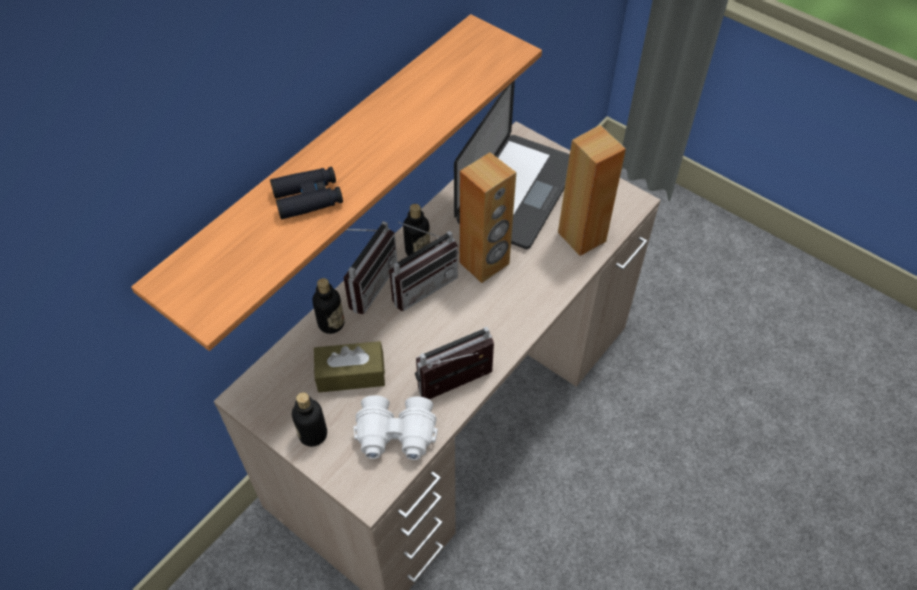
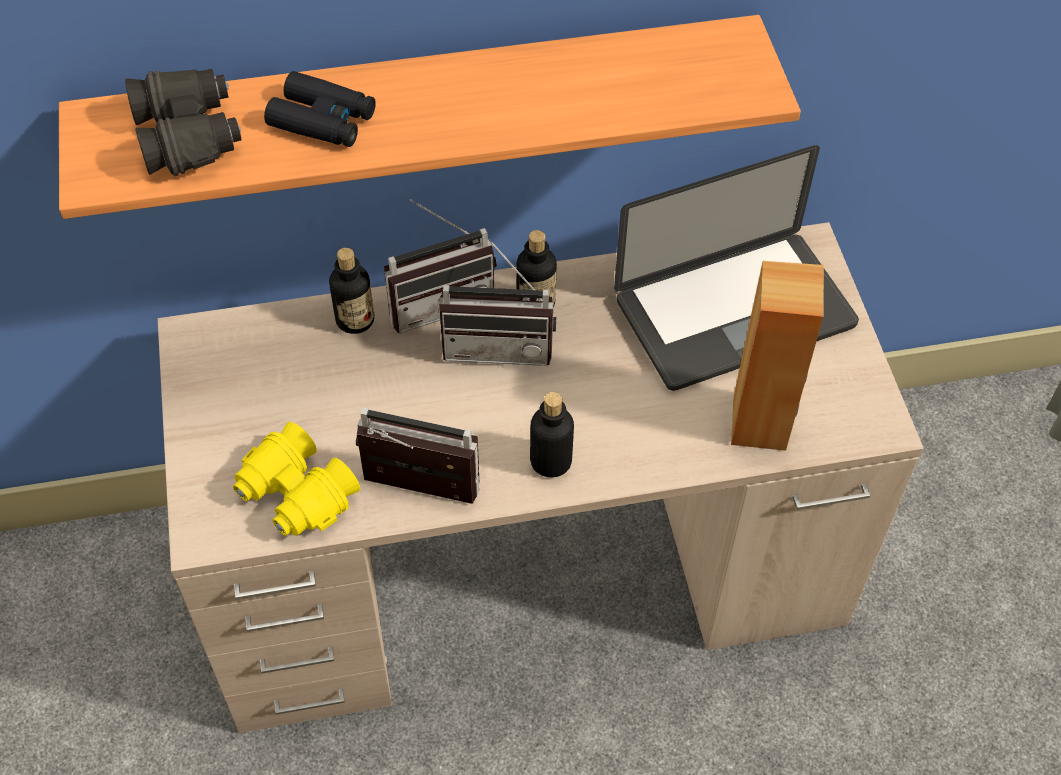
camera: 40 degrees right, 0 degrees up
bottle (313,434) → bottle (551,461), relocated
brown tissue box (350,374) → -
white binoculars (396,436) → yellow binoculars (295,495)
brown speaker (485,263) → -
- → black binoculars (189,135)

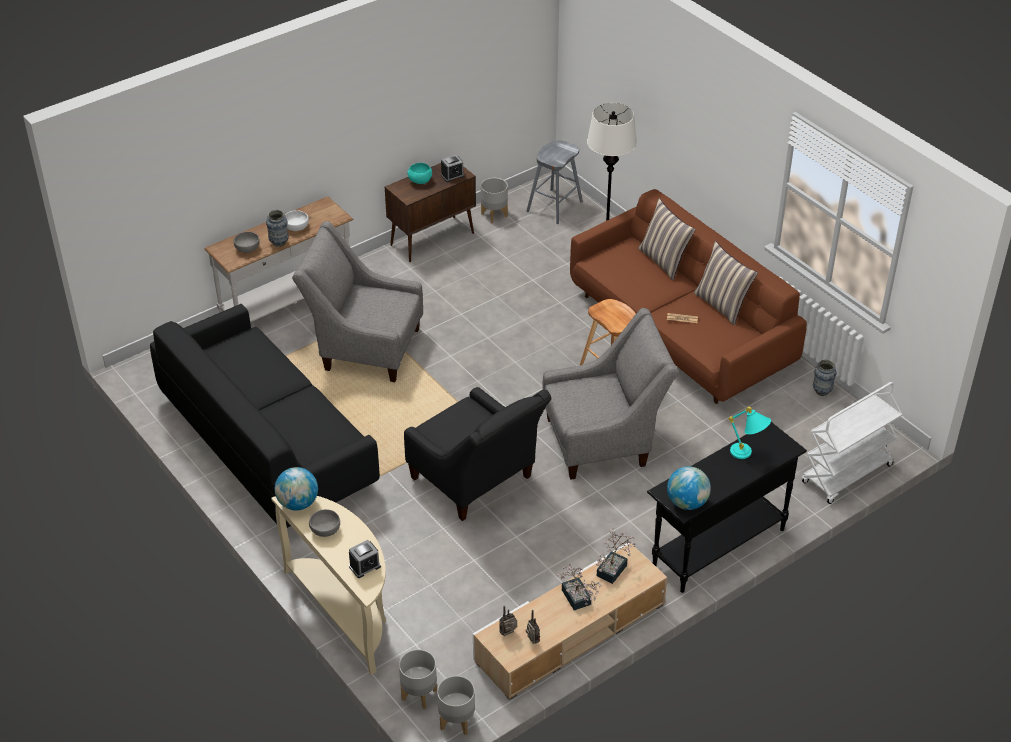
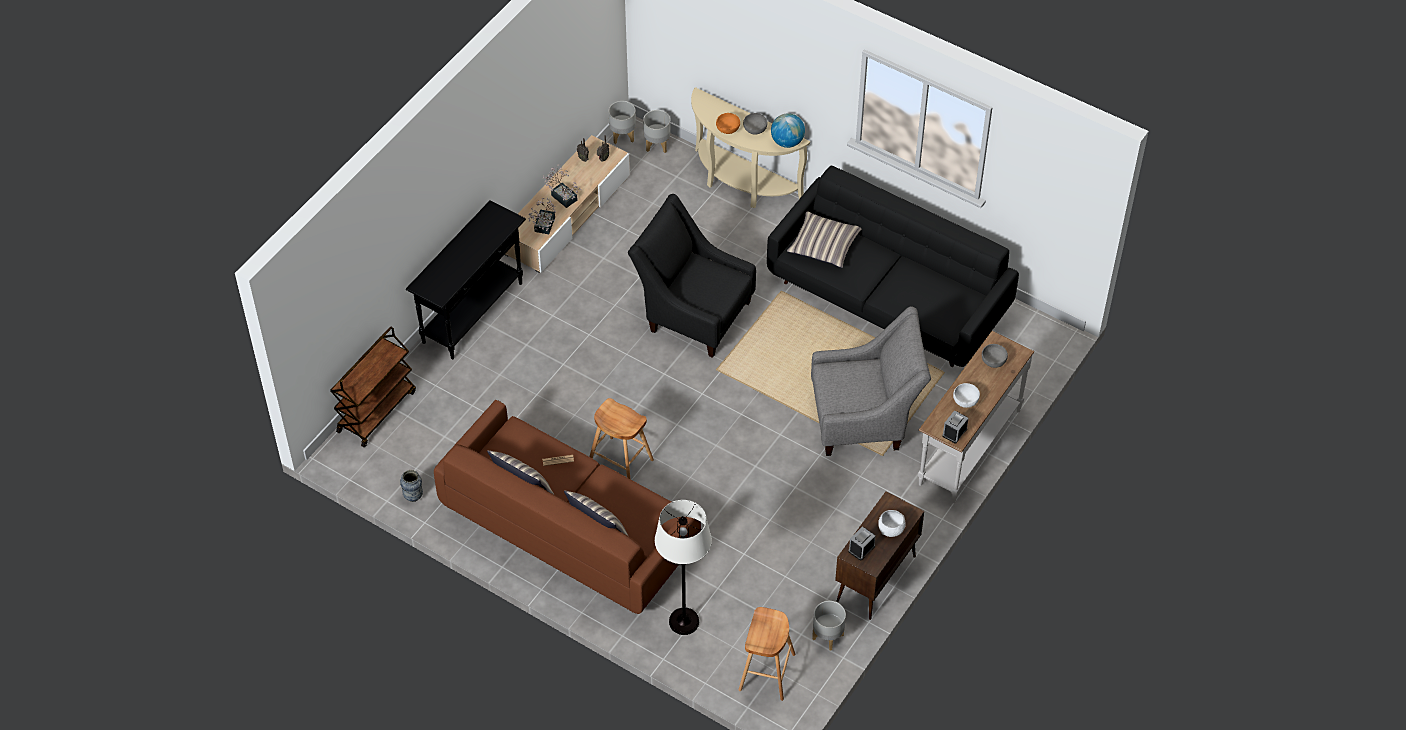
camera: 160 degrees right, 10 degrees up
vase (279,243) → -
alarm clock (365,566) → alarm clock (954,432), relocated
turquoise bowl (420,181) → white bowl (891,529)
grey stool (554,206) → brown stool (767,672)
grey armchair (604,441) → -
globe (687,502) → -
turquoise table lamp (747,455) → -
white cart (846,475) → brown cart (376,411)
- → orange bowl (728,128)
- → pillow (824,245)

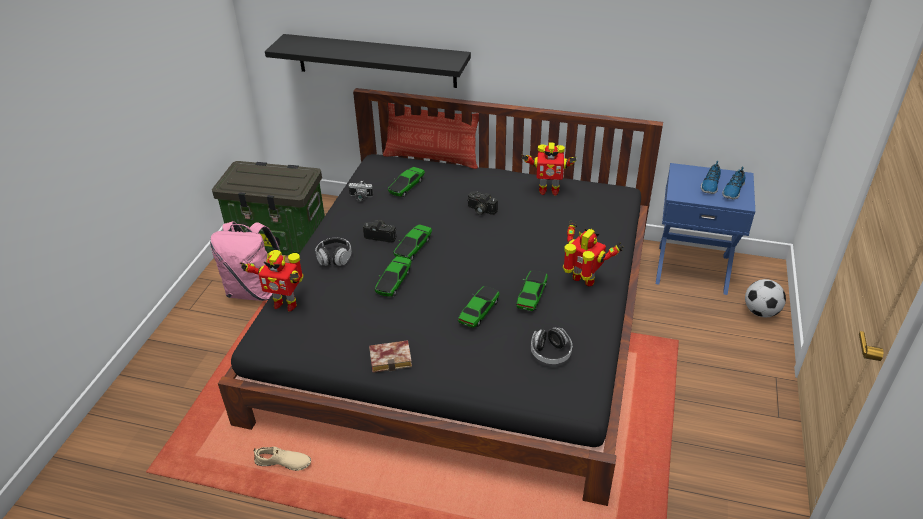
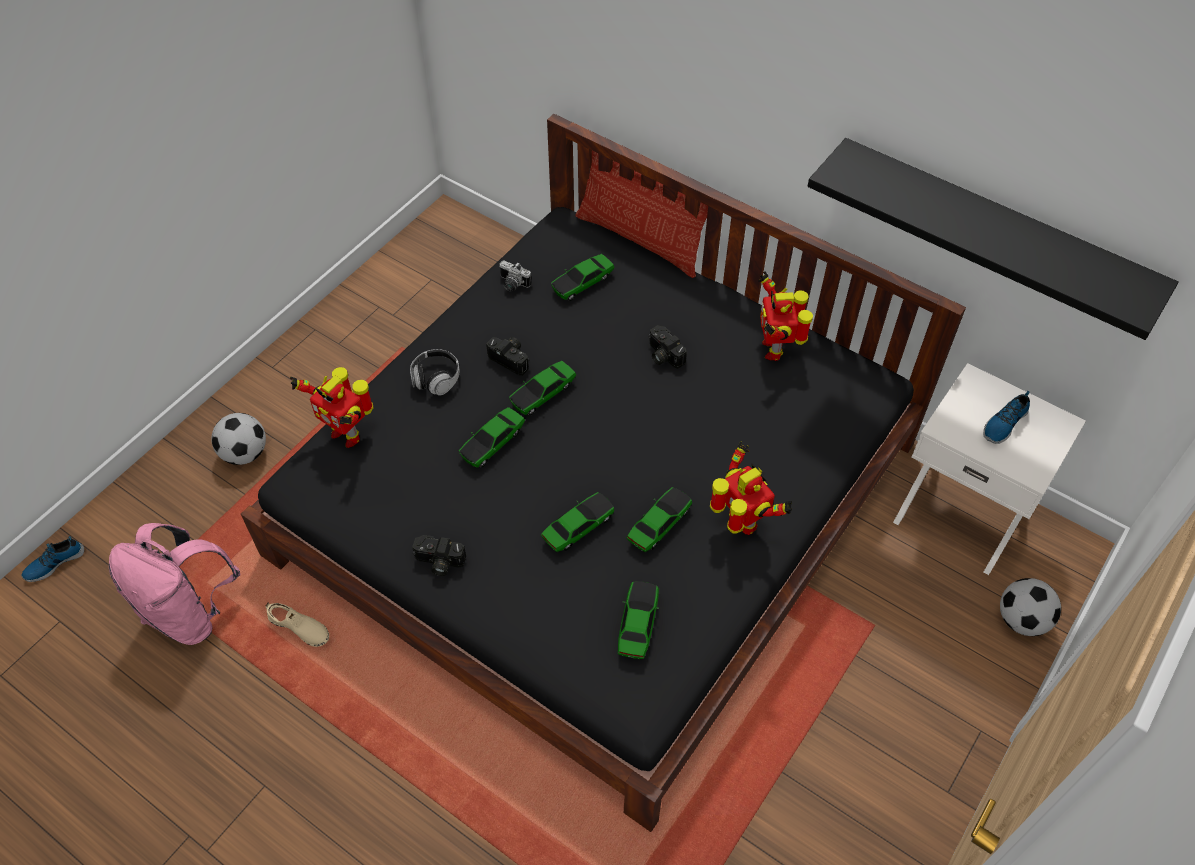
camera: 20 degrees right, 15 degrees up
pink backpack (254,291) → pink backpack (191,612), relocated
storage box (281,239) → -
black shelf (376,61) → black shelf (993,231), relocated
book (392,358) → photo camera (438,562)
toy robot (548,190) → toy robot (774,348), 60 degrees clockwise
headphones (550,353) → toy car (637,625)
blue nightstand (692,268) → white nightstand (962,513)
shoe (732,190) → shoe (54,562), relocated
- → football (245,453)

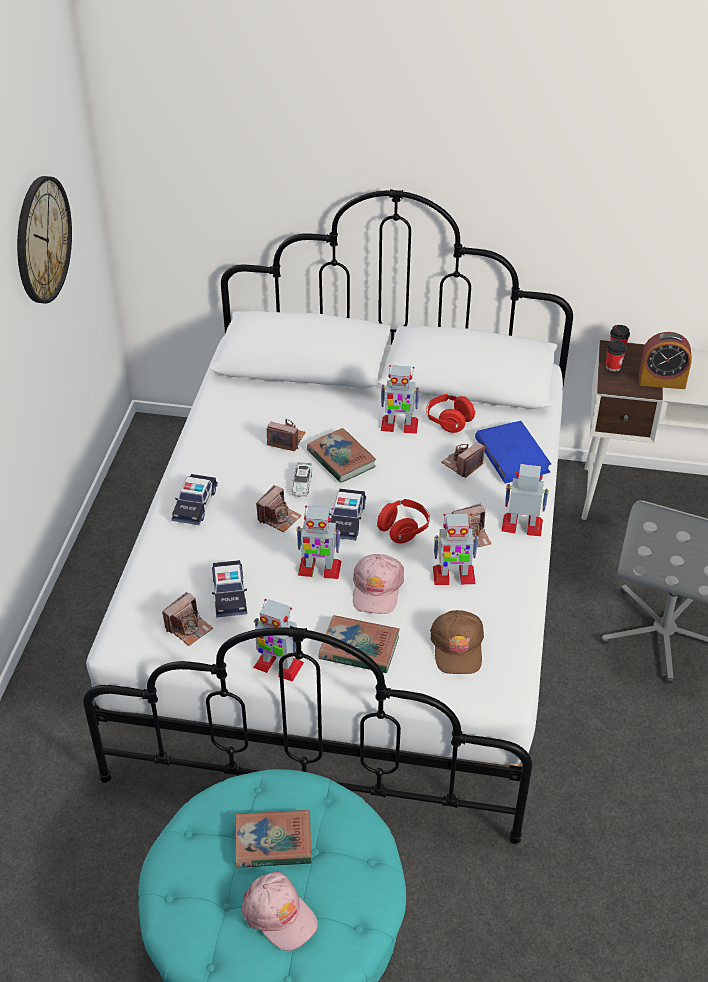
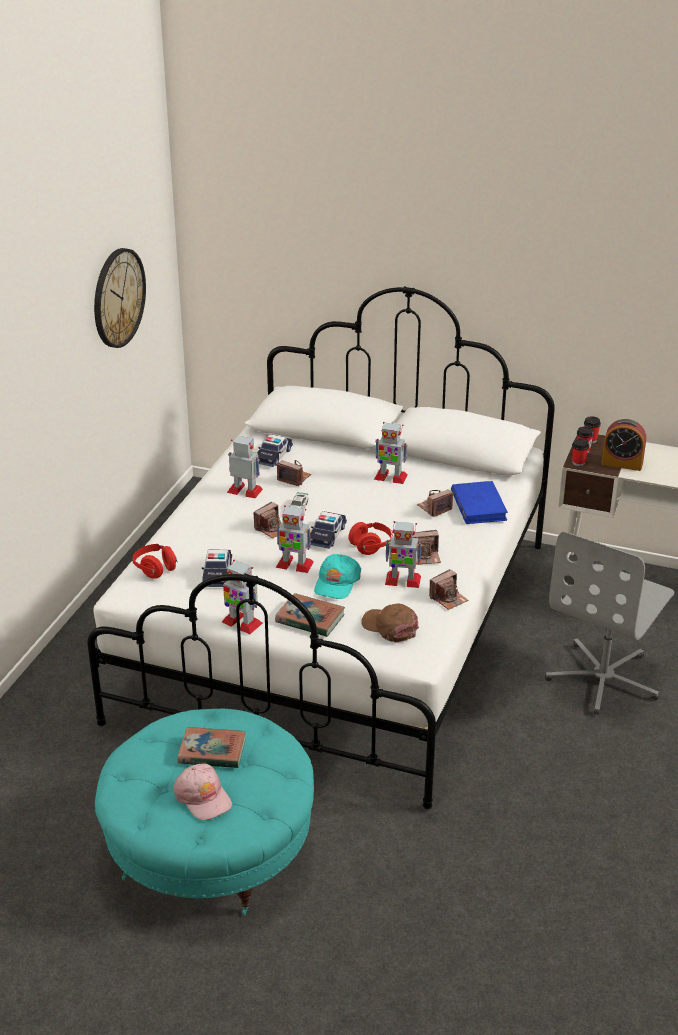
camera: 10 degrees right, 10 degrees down
photo camera (189,628) → photo camera (448,598), relocated
toy car (195,505) → toy car (273,456), relocated
book (341,459) → -
pink cap (377,589) → turquoise cap (336,583)
red headphones (448,421) → red headphones (155,569), relocated
brown cap (457,647) → brown cap (390,627), 120 degrees clockwise
toy robot (522,525) → toy robot (245,491), relocated
- → cup (578,462)

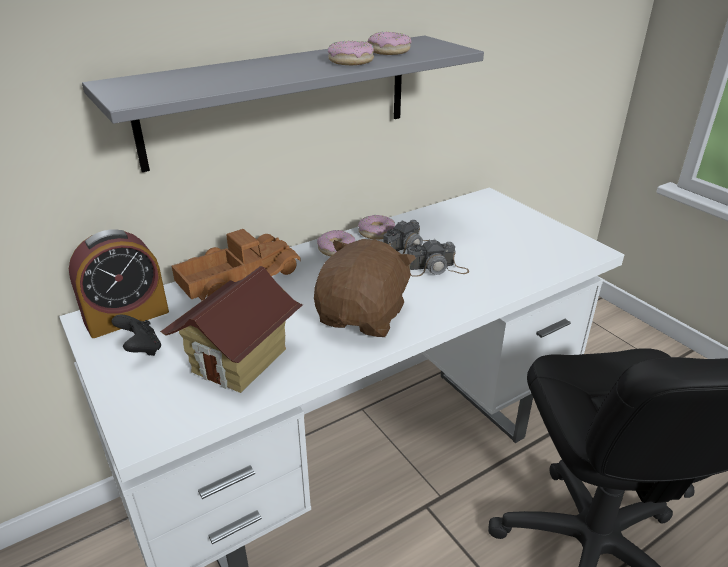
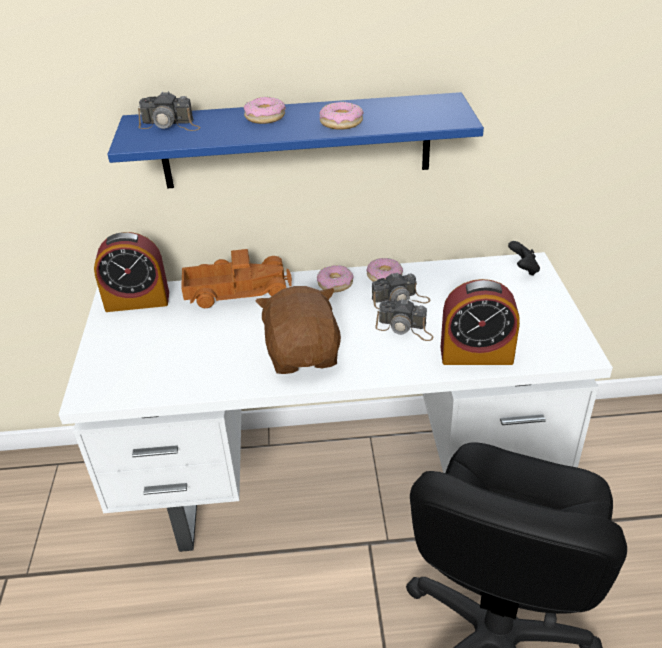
camera: 30 degrees right, 5 degrees up
grey shelf (280,100) → blue shelf (296,141)
black game controller (141,349) → black game controller (523,269), relocated
toy house (240,361) → -
brown plush toy (364,316) → brown plush toy (303,354), 60 degrees counterclockwise
donut (388,51) → donut (265,117), relocated
- → photo camera (170,125)
- → alarm clock (476,355)

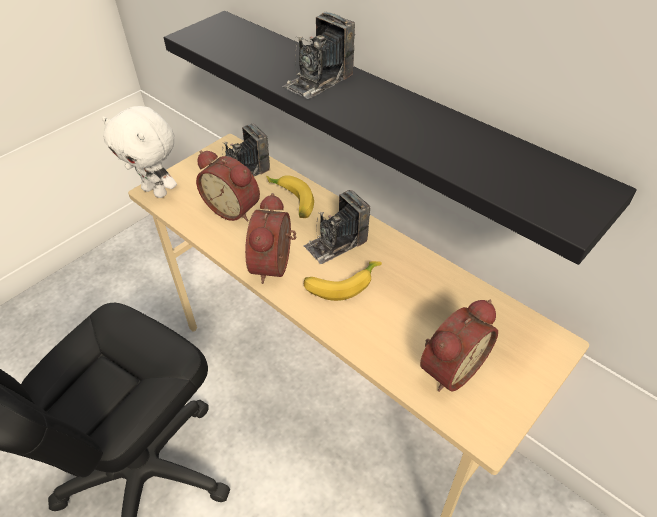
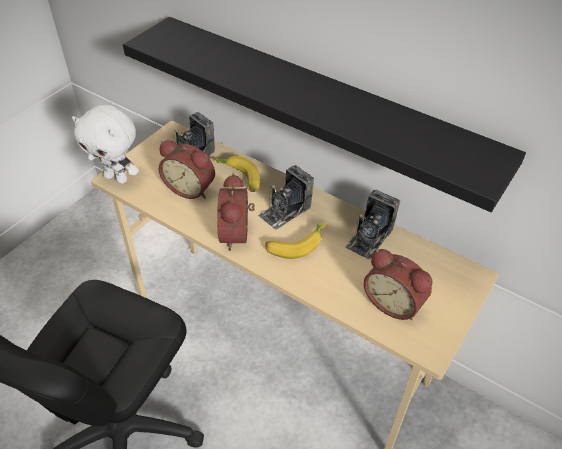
camera: 10 degrees left, 0 degrees up
photo camera (319,80) → photo camera (369,238), relocated
alarm clock (449,367) → alarm clock (394,302), 90 degrees clockwise

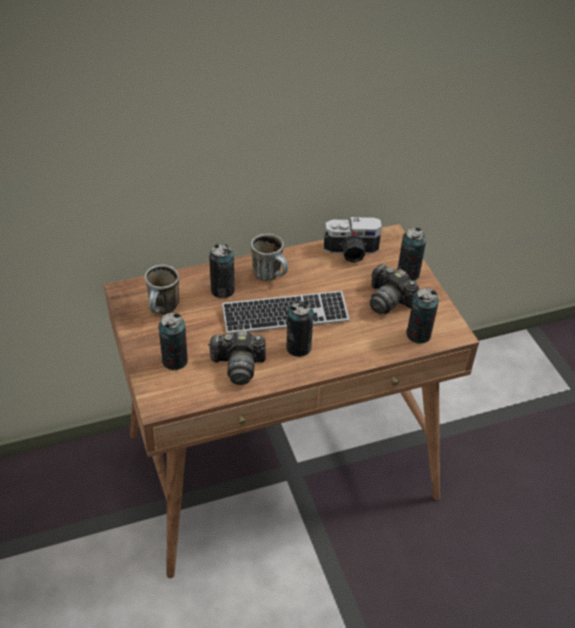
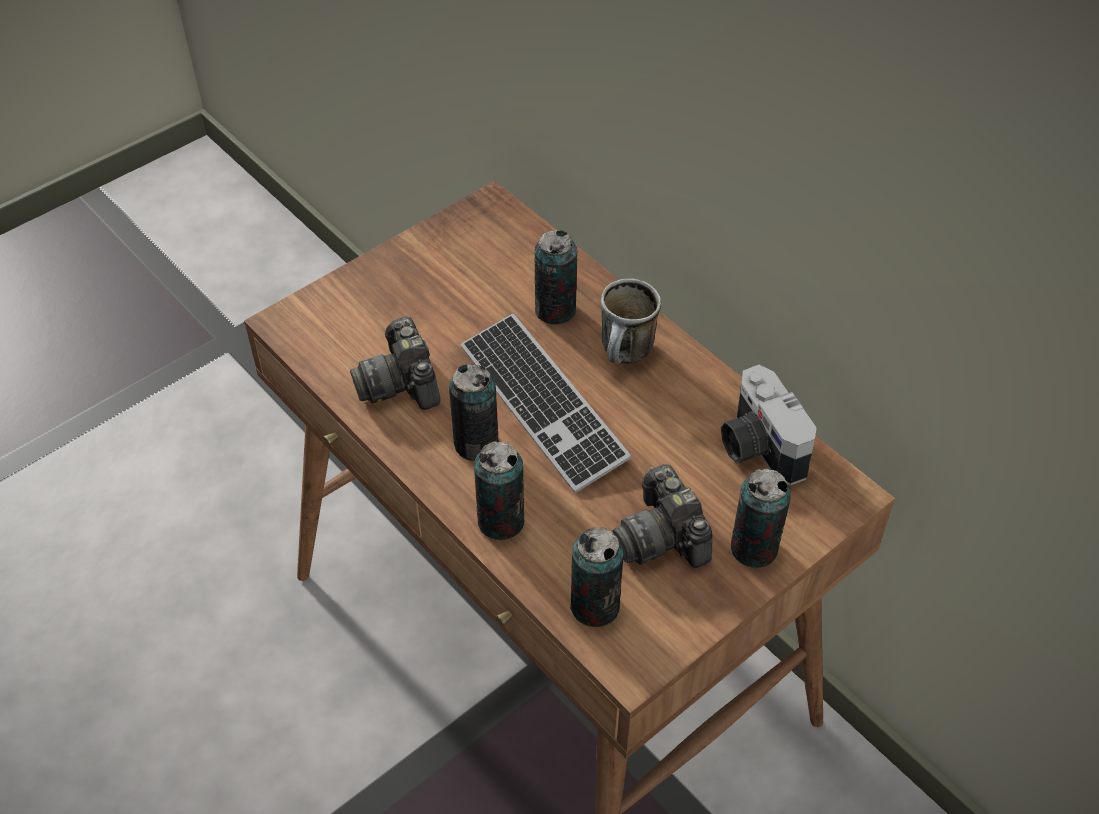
camera: 70 degrees right, 5 degrees up
mug (163,310) → -
can (175,361) → can (501,521), relocated
photo camera (388,300) → photo camera (662,537), 45 degrees counterclockwise

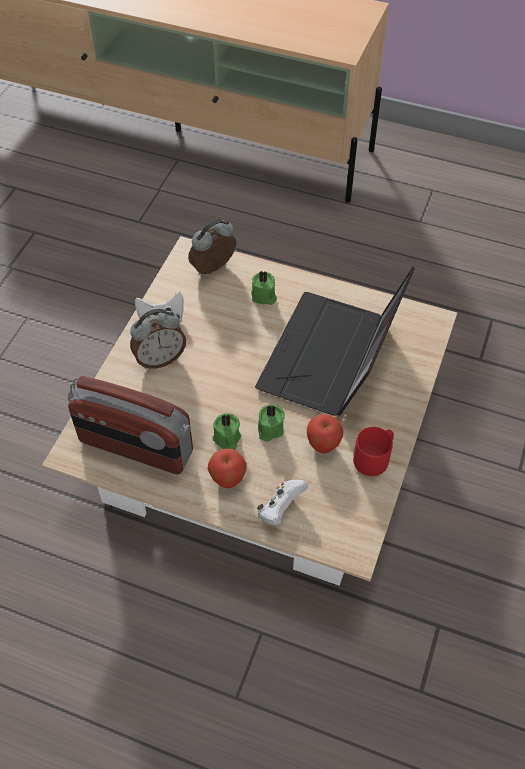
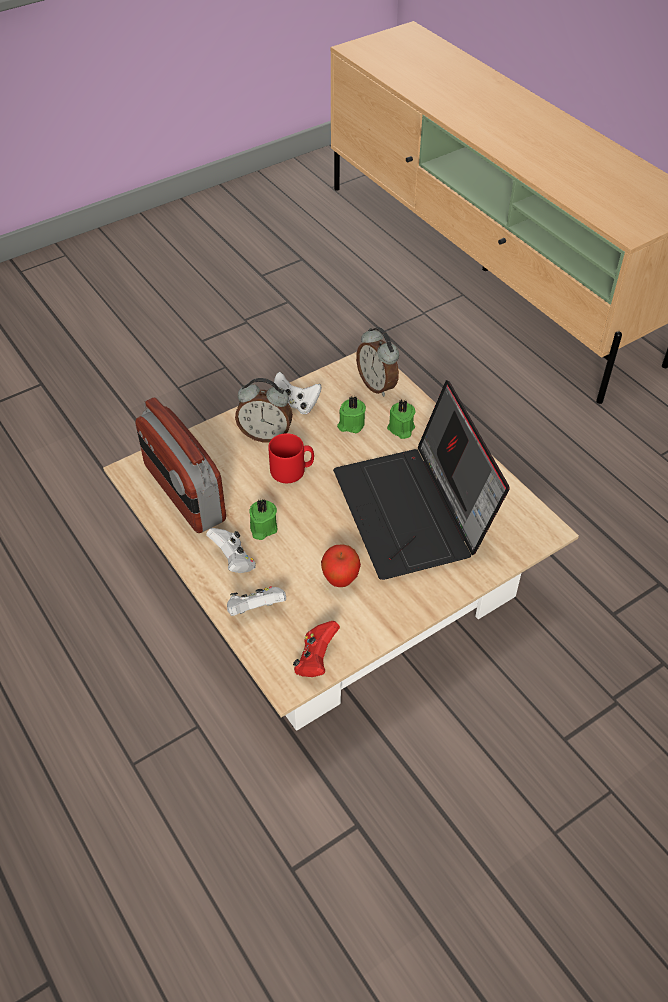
camera: 35 degrees right, 5 degrees down
alarm clock (214,269) → alarm clock (377,385), 120 degrees counterclockwise
apple (228,480) → white game controller (234,561)
laptop (331,359) → laptop (414,513), 75 degrees counterclockwise
green candle (269,429) → green candle (351,424), relocated
red mug (374,458) → red mug (292,471), relocated
- → red game controller (316,660)

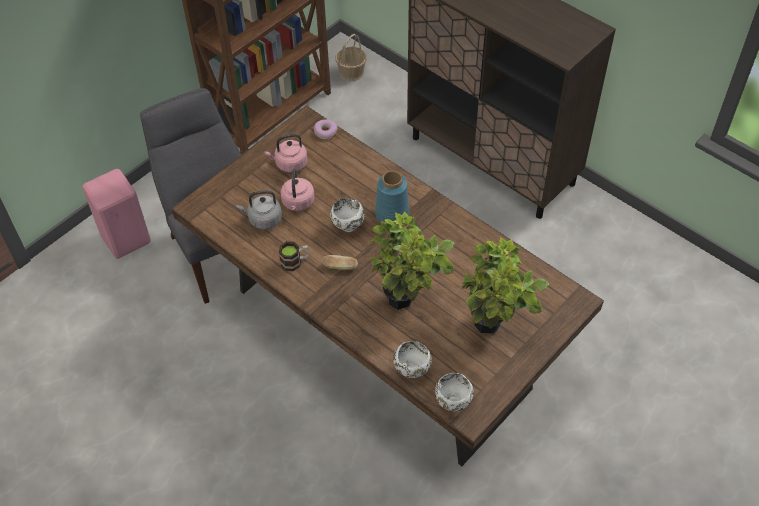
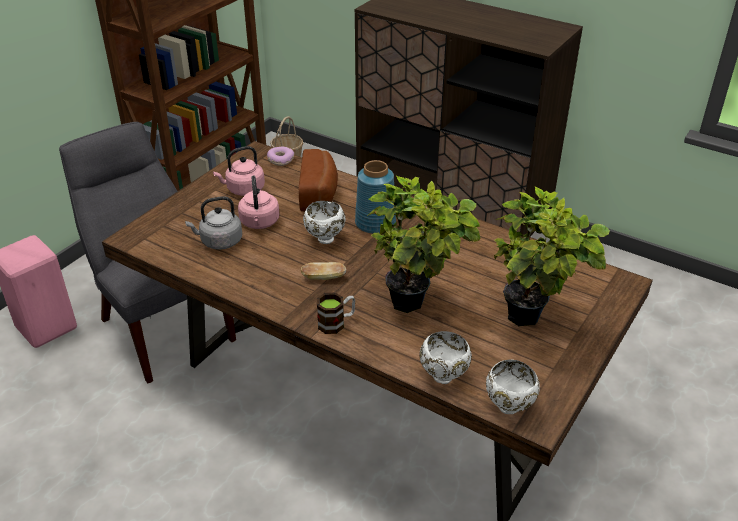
camera: 10 degrees left, 15 degrees down
mug (295,262) → mug (336,323), relocated
- → bread (320,193)

